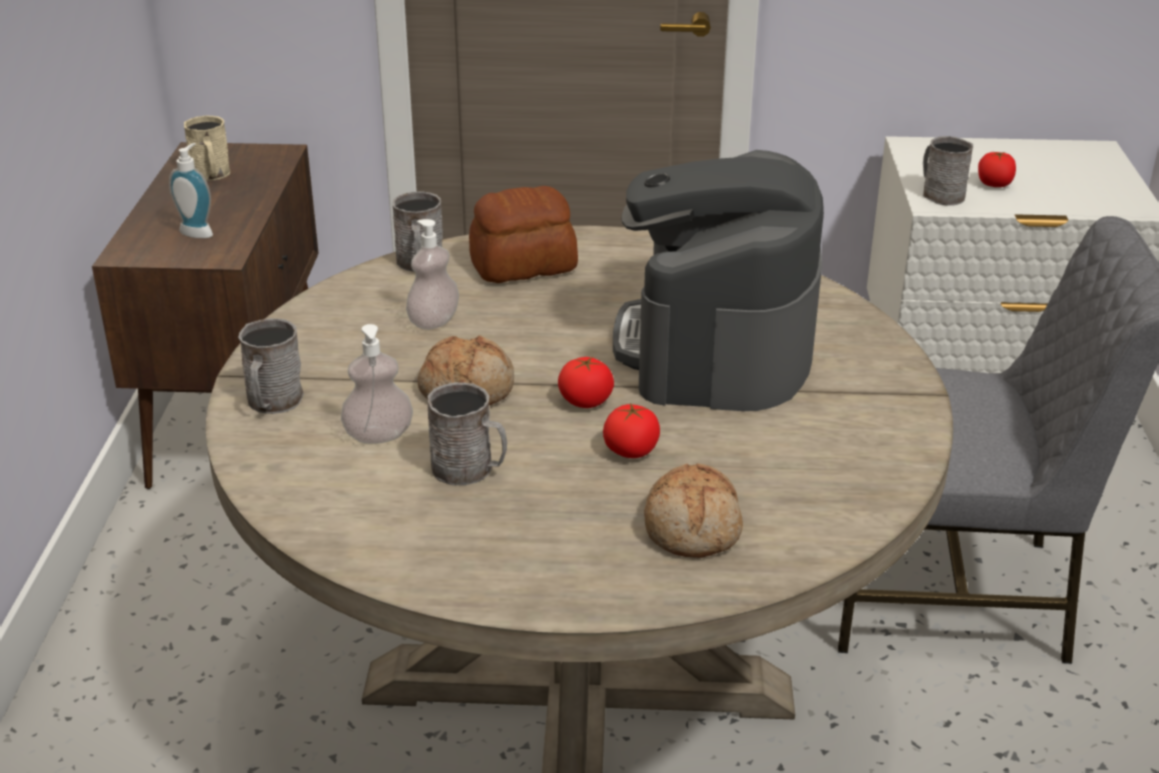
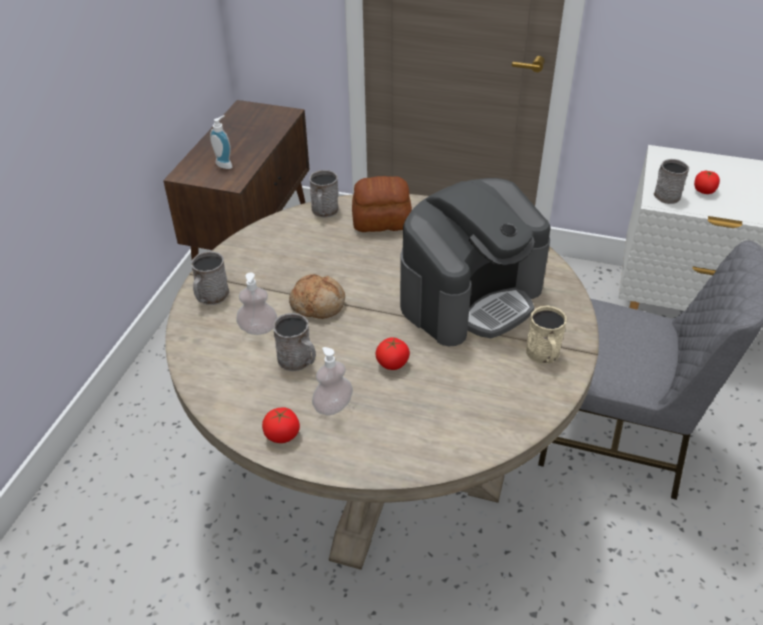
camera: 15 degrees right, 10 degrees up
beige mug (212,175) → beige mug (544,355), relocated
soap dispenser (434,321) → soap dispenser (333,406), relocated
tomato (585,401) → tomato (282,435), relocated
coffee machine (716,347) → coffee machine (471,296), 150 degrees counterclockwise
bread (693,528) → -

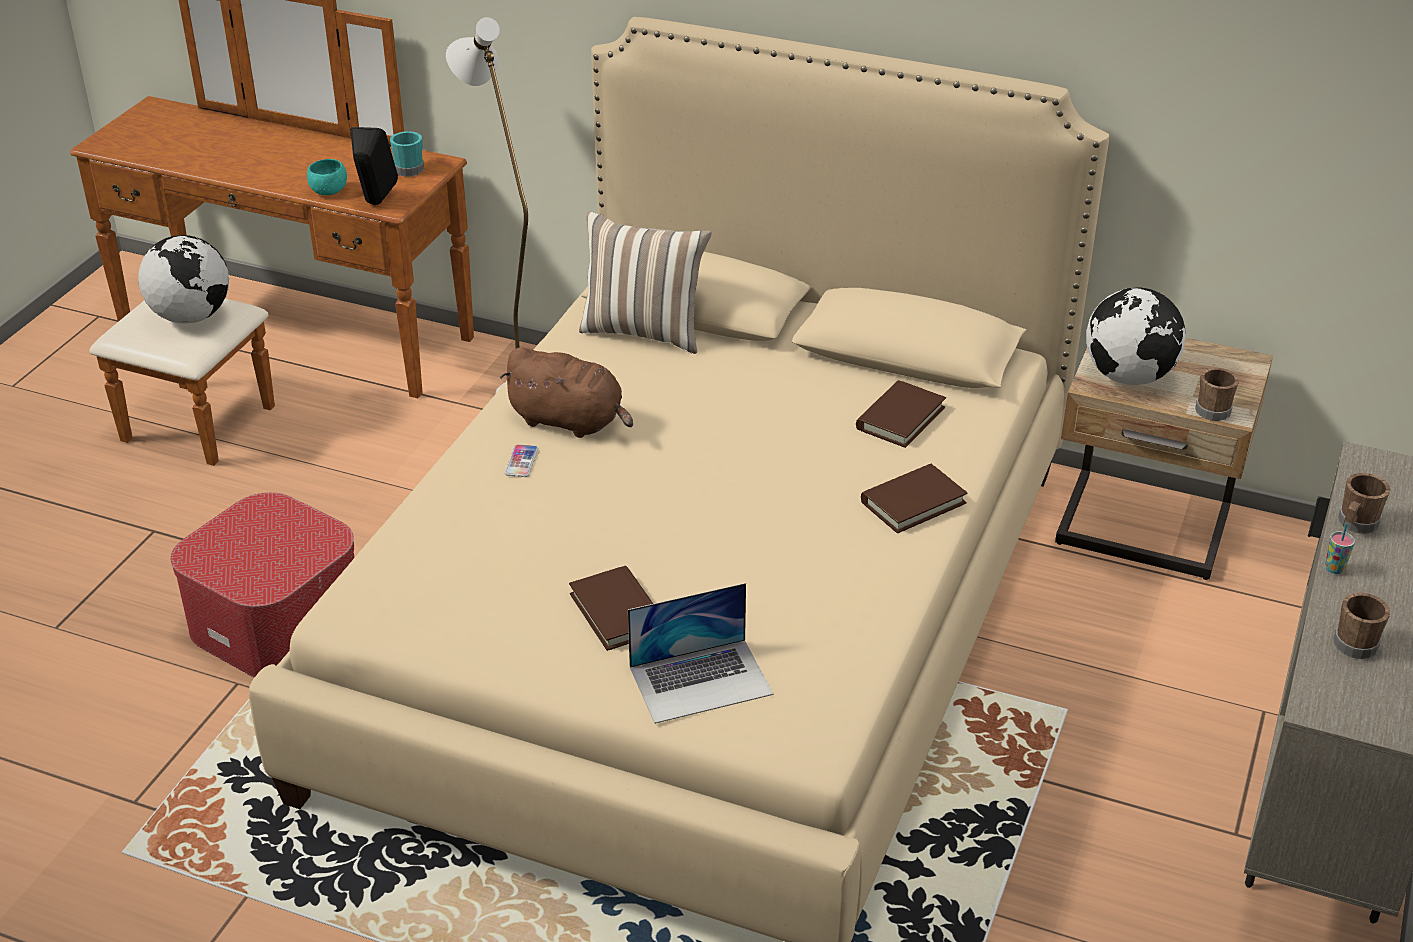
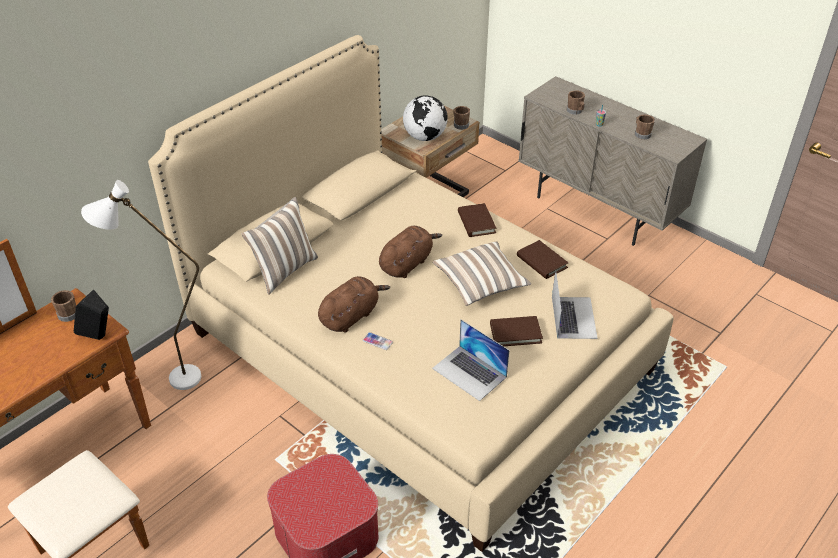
camera: 70 degrees left, 5 degrees up
globe (191,316) → -
turquoise bowl (328,191) → -
turquoise mug (411,168) → brown mug (67,313)
brown book (900,418) → brown book (541,262), relocated
- → brown plush toy (407,263)
- → laptop (469,373)
- → pillow (481,284)

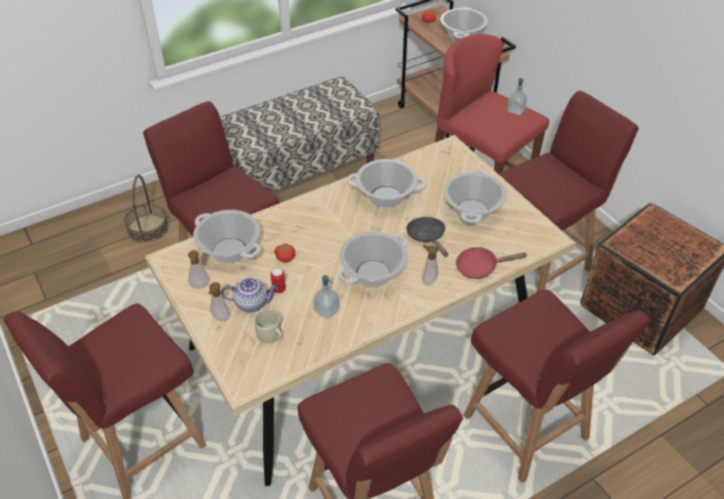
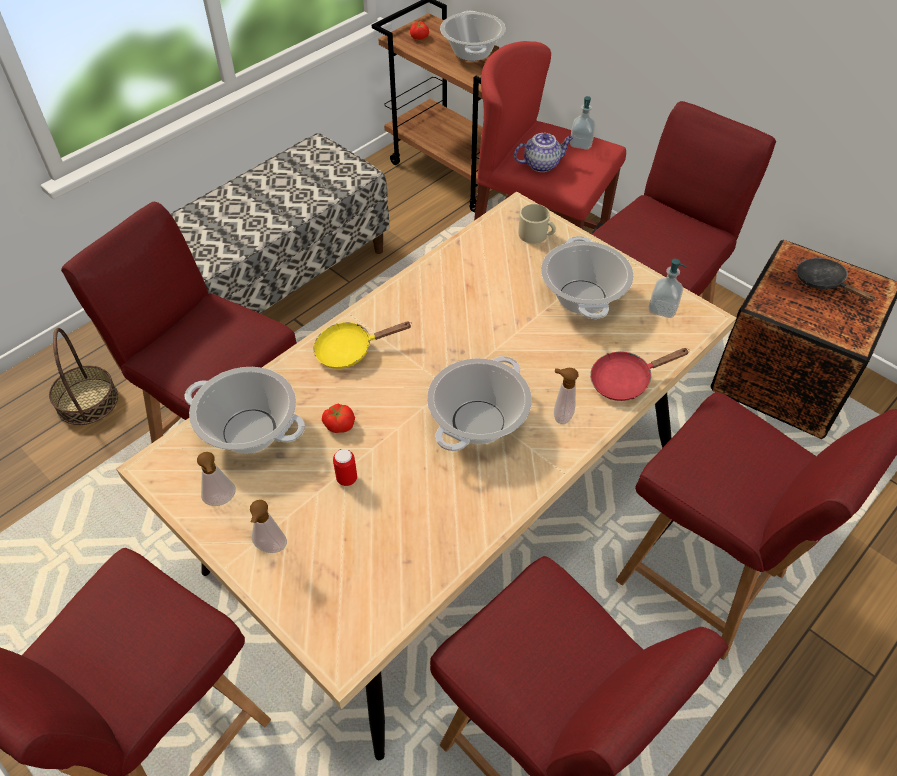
camera: 15 degrees left, 5 degrees up
teapot (252,303) → teapot (542,164), relocated
beige mug (271,335) → beige mug (536,235), relocated
soap dispenser (326,310) → soap dispenser (662,309), relocated
cooking pot (386,197) → -
black frying pan (427,237) → black frying pan (823,282), relocated
- → yellow frying pan (350,350)

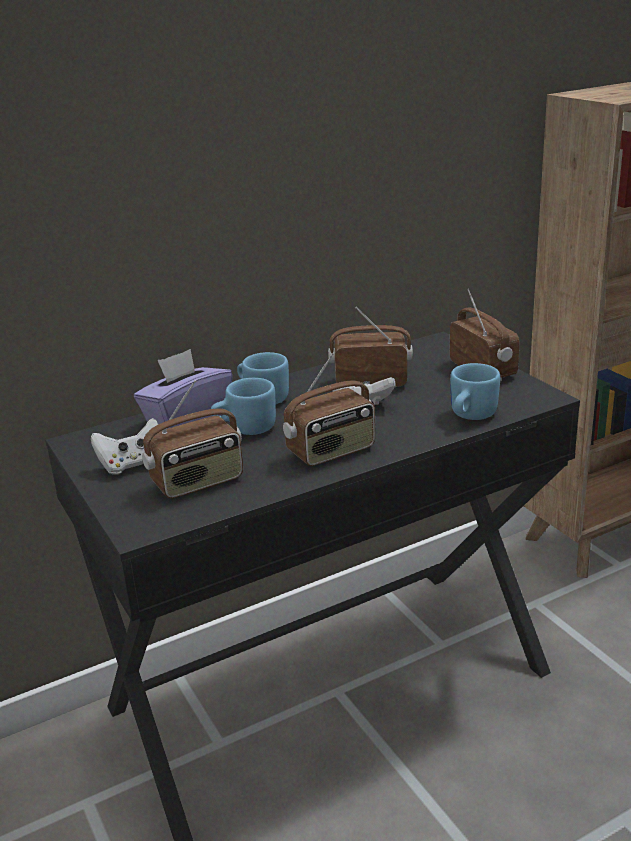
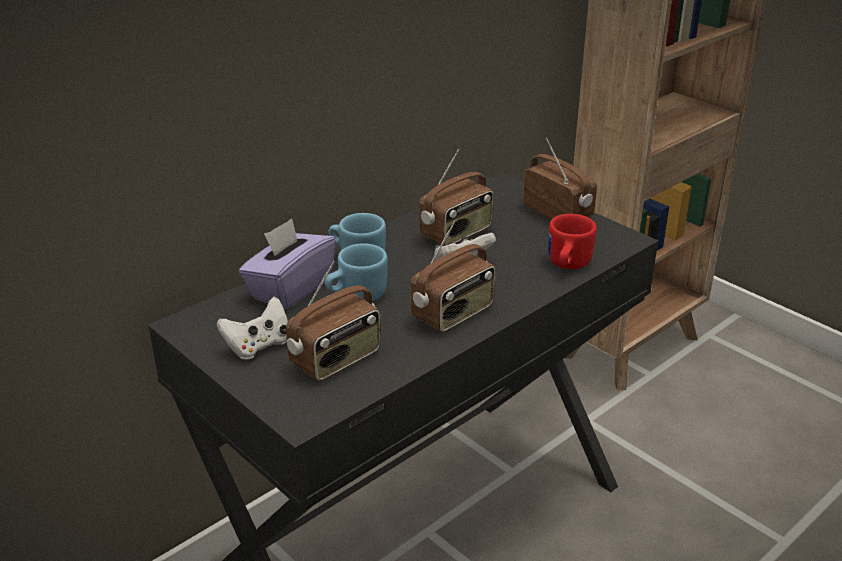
camera: 15 degrees left, 5 degrees up
radio (370,382) → radio (457,233), 150 degrees clockwise
blue mug (469,416) → red mug (566,265)

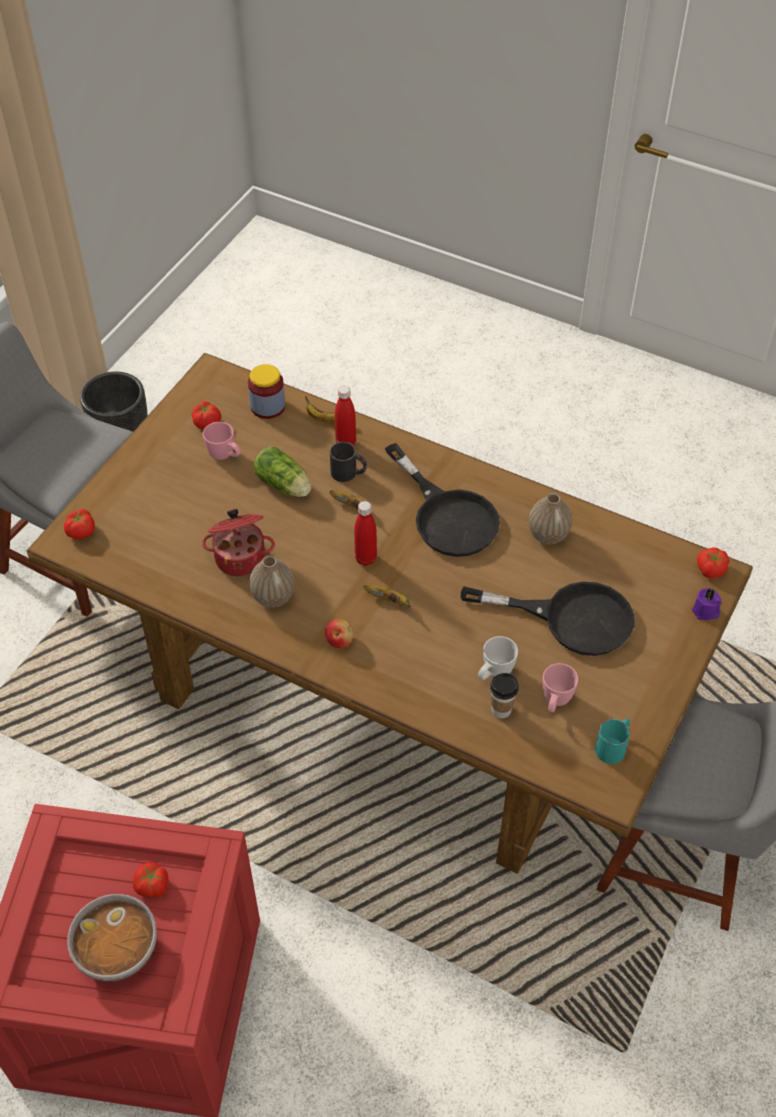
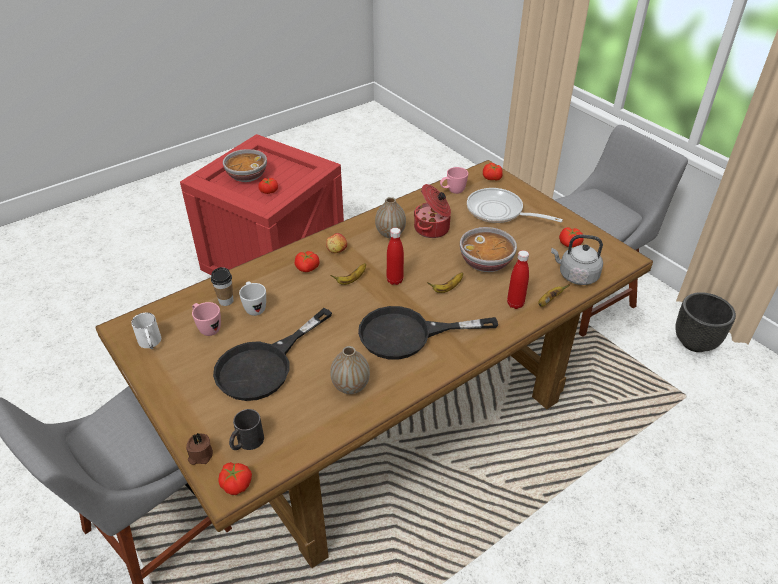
camera: 115 degrees right, 10 degrees down
pink mug (225,456) → pink mug (452,191), relocated
jar (268,406) → grey kettle (576,276)
lettuce (285,486) → bowl (486,263)
black mug (349,473) → black mug (246,442), relocated
turquoise mug (614,746) → white mug (150,343)
purple candle (706,612) → brown candle (200,455)
- → tomato (307,268)
- → frying pan (499,212)

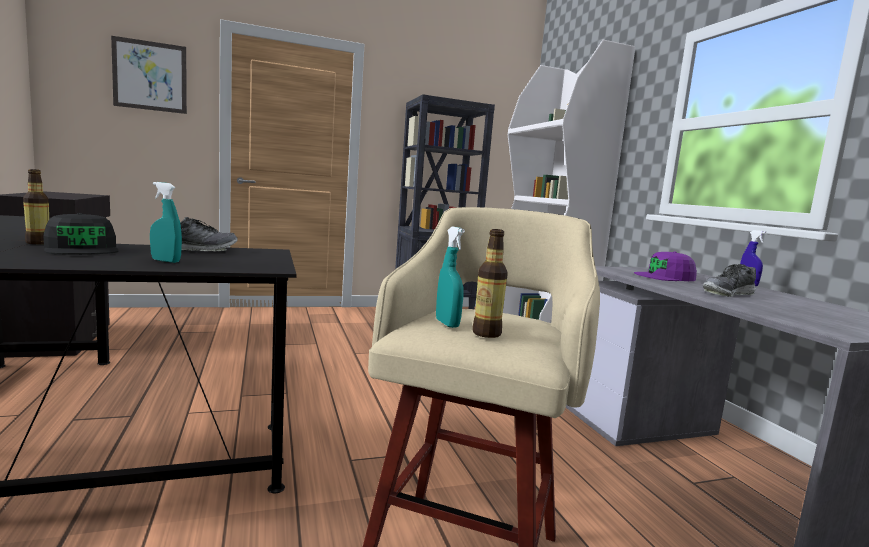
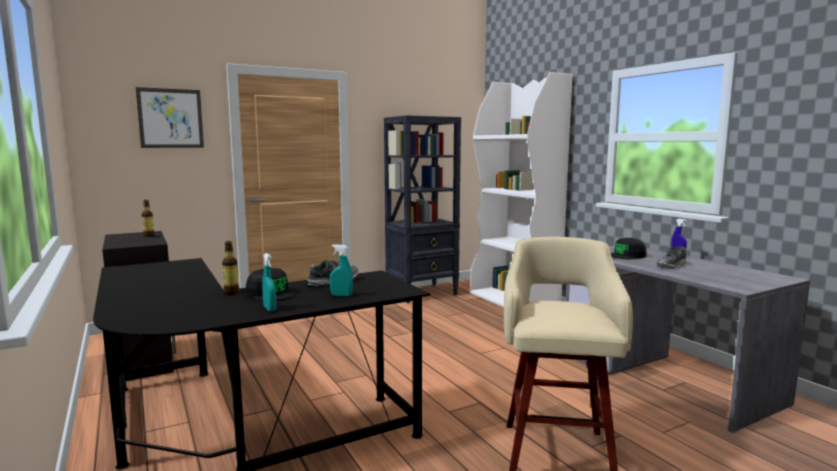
camera: 10 degrees left, 0 degrees up
turquoise spray bottle (447,324) → turquoise spray bottle (269,309), relocated
bottle (486,333) → bottle (149,236), relocated
purple cap (665,277) → black cap (626,255)

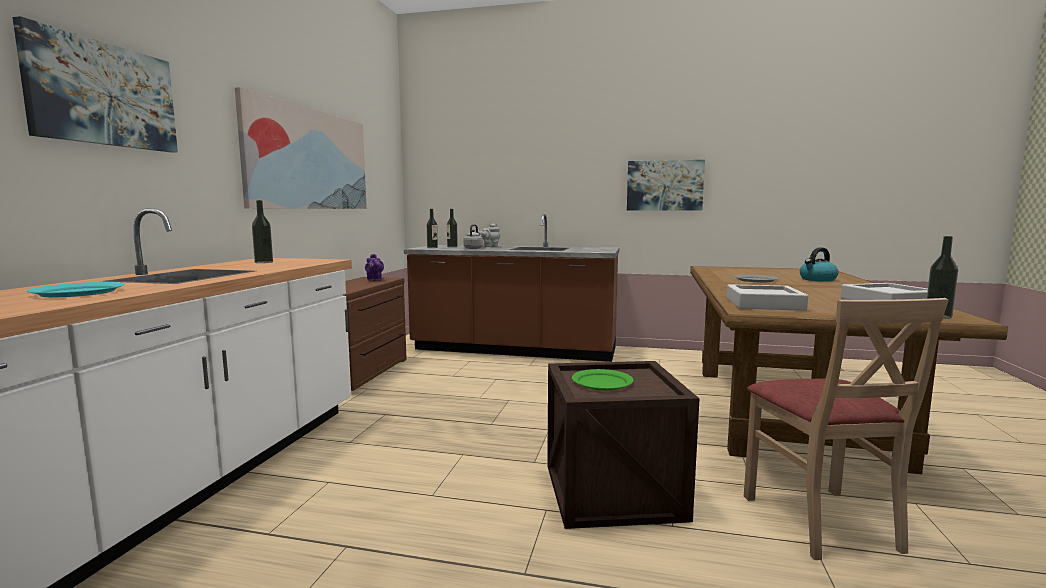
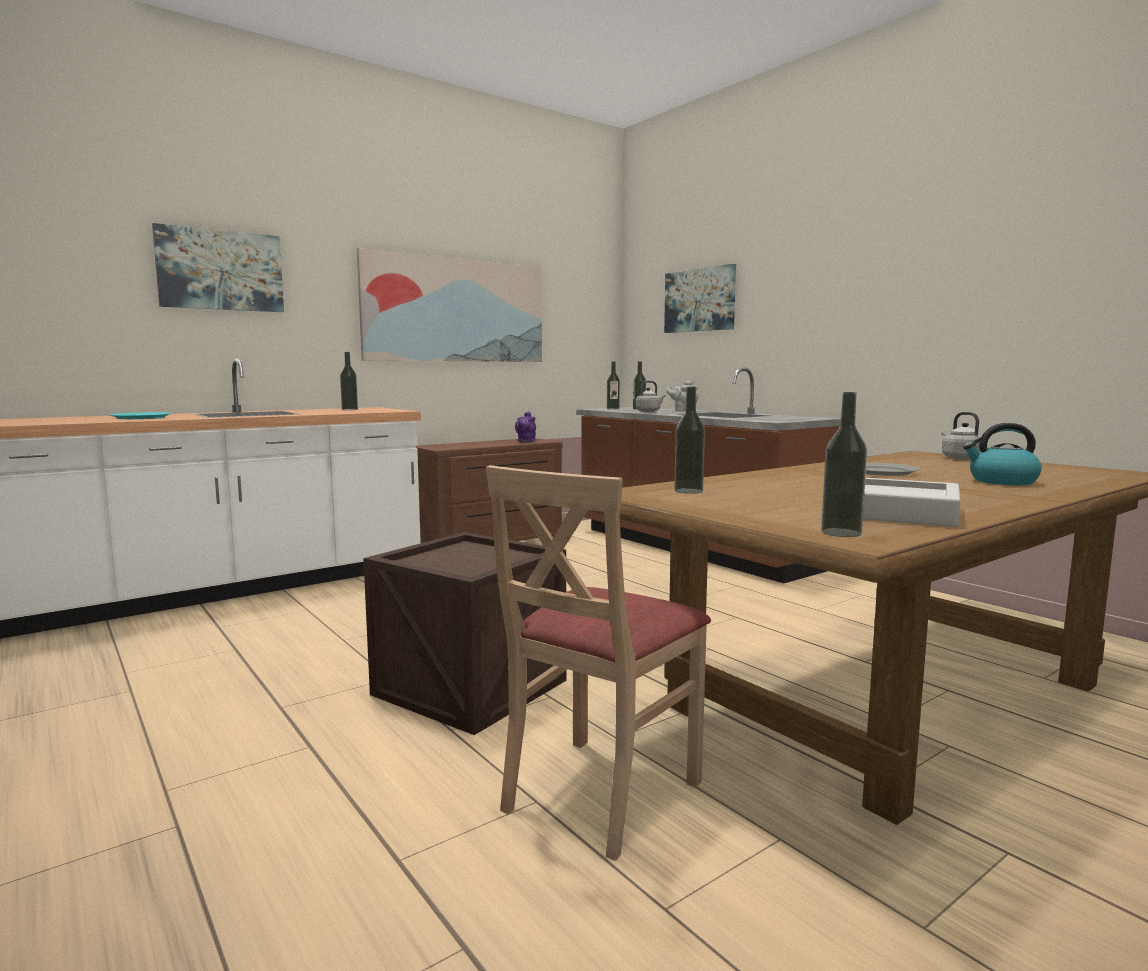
camera: 40 degrees right, 0 degrees up
green plate (602,382) → -
picture (664,185) → picture (700,300), relocated
grey tray (764,304) → bottle (688,491)
- → grey kettle (960,458)

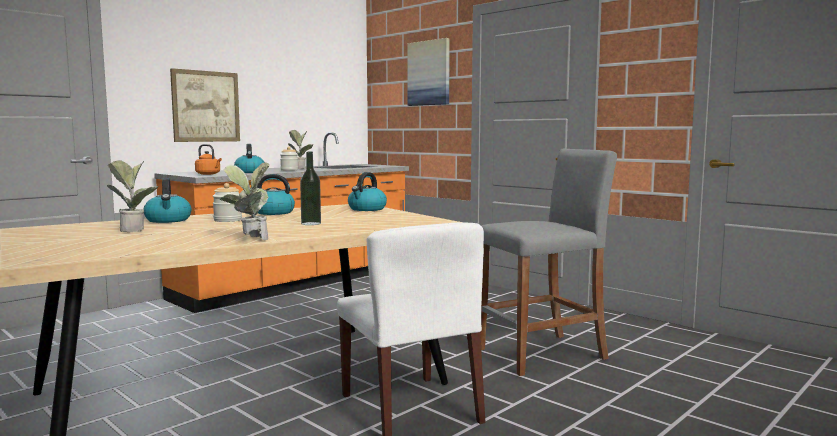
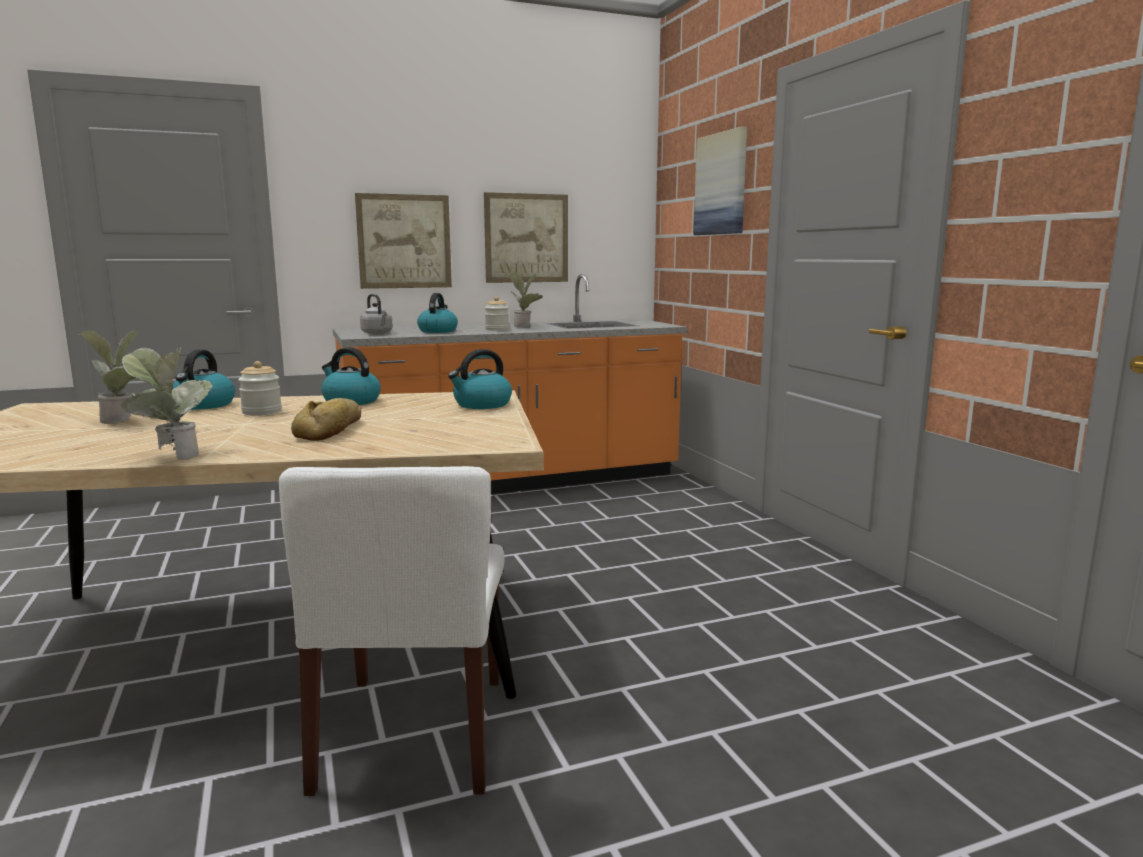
camera: 25 degrees right, 5 degrees up
orange kettle (209,174) → grey kettle (377,333)
bottle (311,223) → bread (332,429)
grey stool (542,354) → -
- → picture (526,238)

